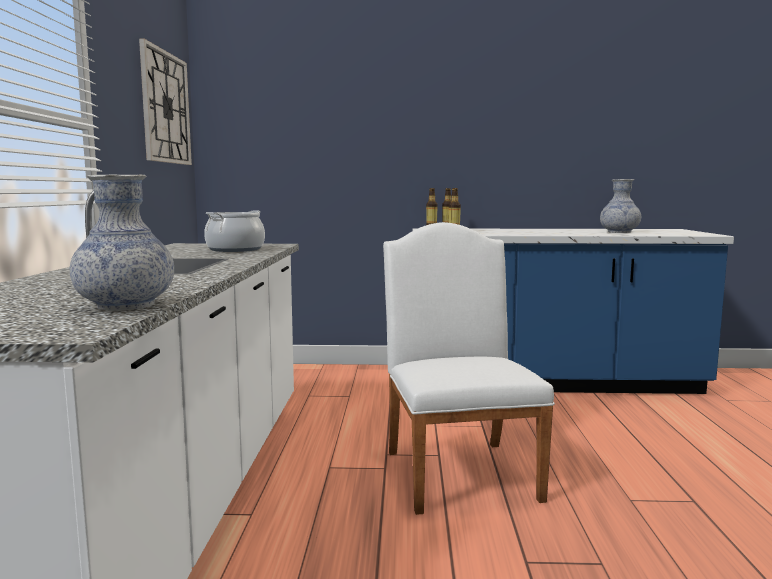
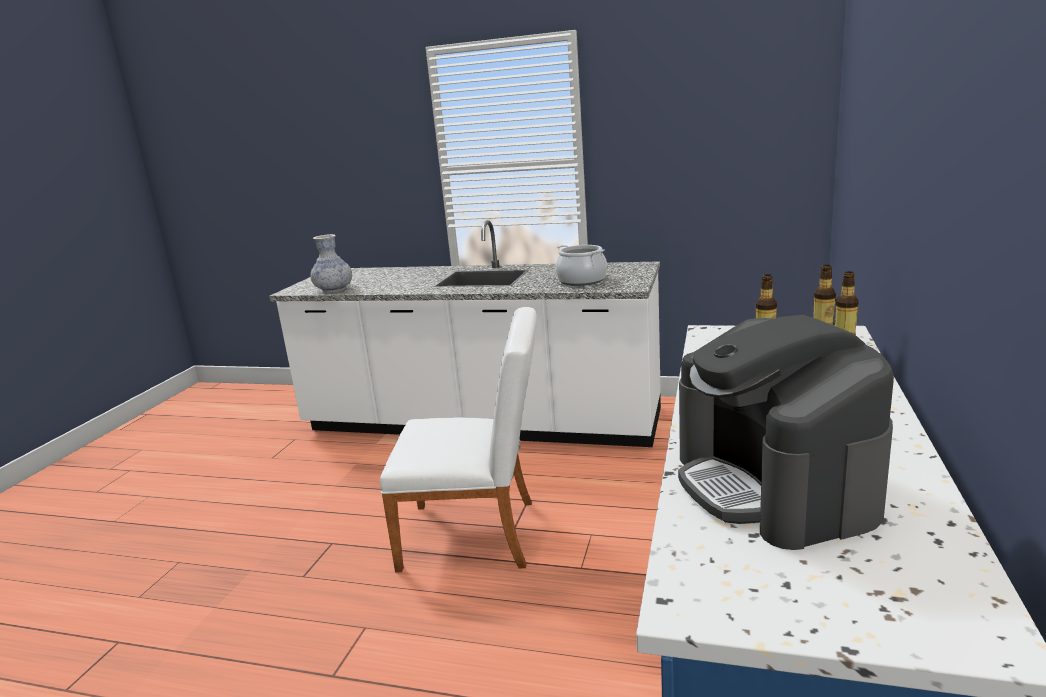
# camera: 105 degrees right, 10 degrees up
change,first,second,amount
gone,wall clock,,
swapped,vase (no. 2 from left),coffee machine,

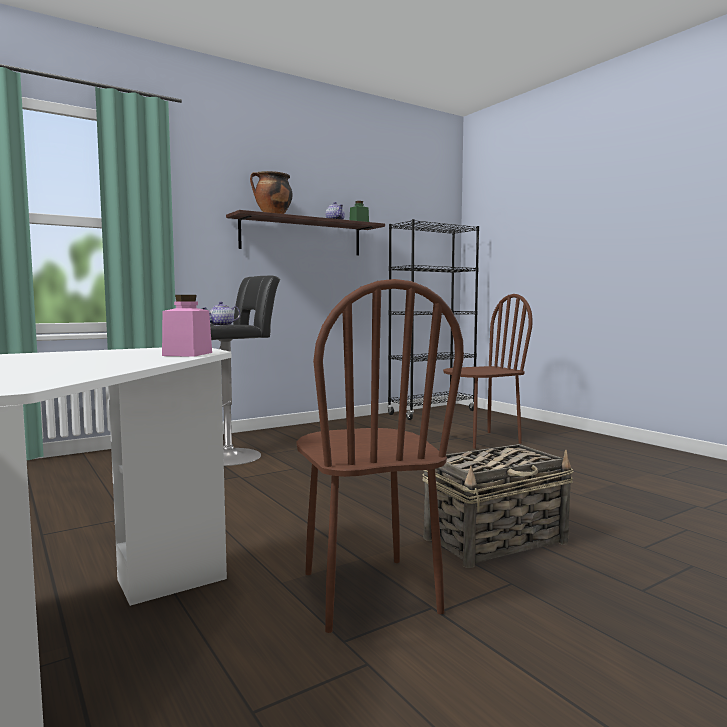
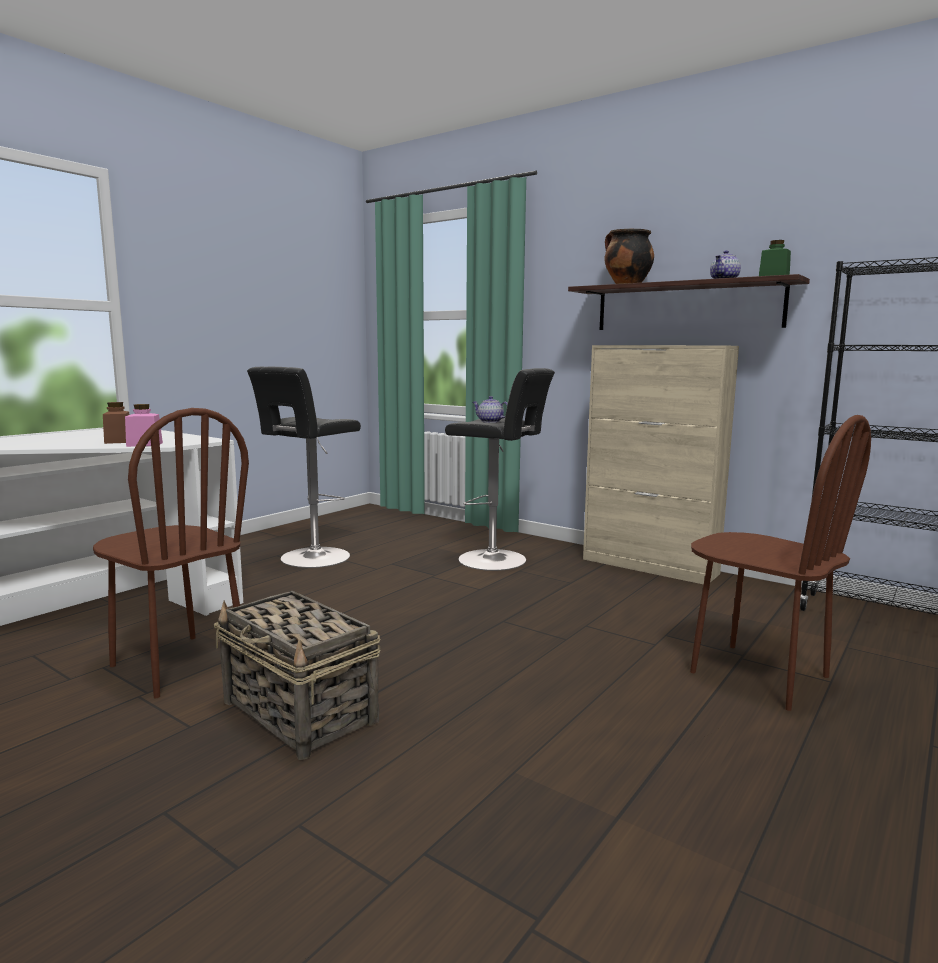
# camera: 70 degrees right, 5 degrees up
change,first,second,amount
rotated,chair in brown (no. 1 from left),,105 degrees counterclockwise
new,,cabinet in beige,
new,,stool in black (no. 1 from left),
new,,jar in brown,

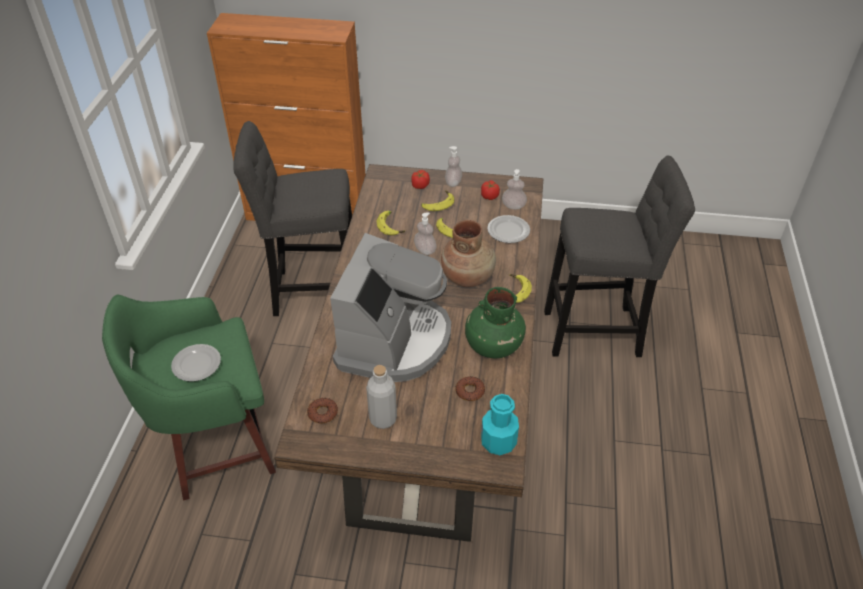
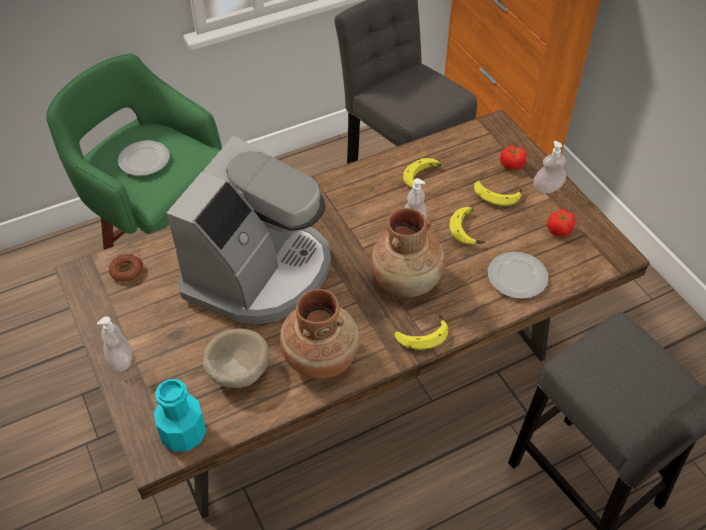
# camera: 55 degrees right, 5 degrees up
change,first,second,amount
shifted,soap dispenser (no. 3 from left in the first image),soap dispenser (no. 1 from left),
rotated,coffee machine,,45 degrees counterclockwise
repainted,vase in green,vase in brown (no. 1 from left),
gone,bottle in grey,,
swapped,donut (no. 2 from left),bowl in beige,

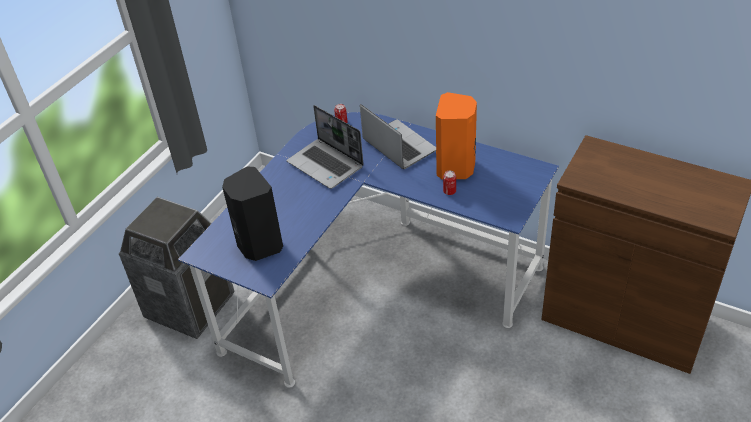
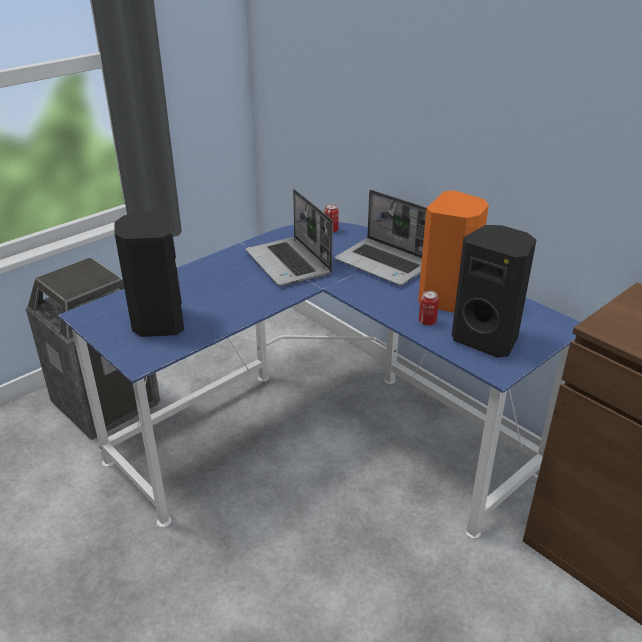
# camera: 15 degrees right, 10 degrees down
change,first,second,amount
rotated,laptop (no. 2 from left),,150 degrees clockwise
new,,speaker in black (no. 2 from left),

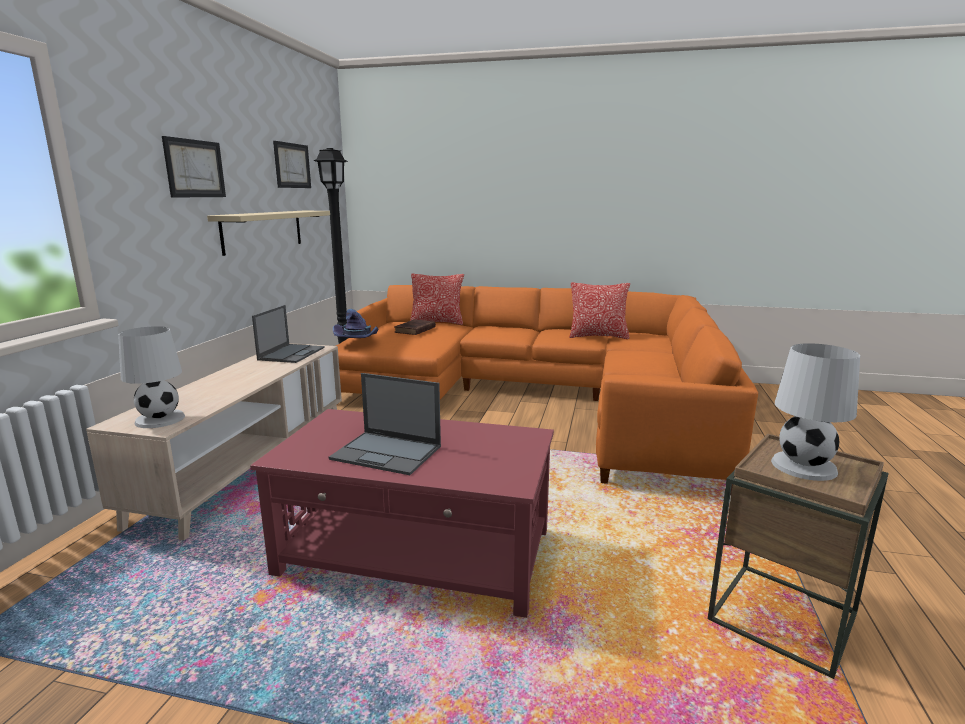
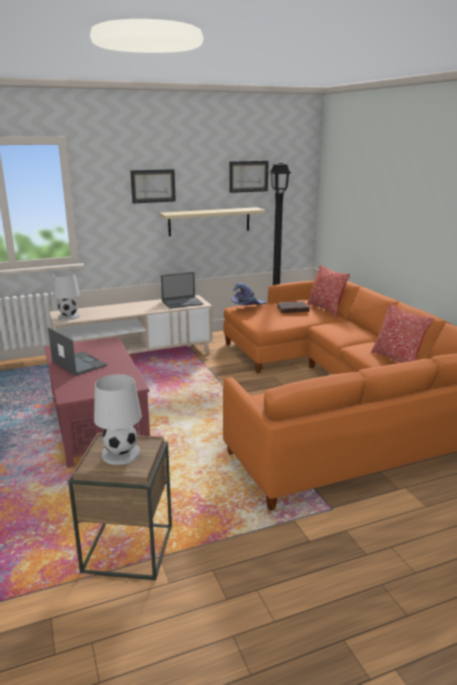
# camera: 55 degrees right, 5 degrees up
change,first,second,amount
rotated,laptop (no. 2 from left in the first image),laptop (no. 1 from left),150 degrees clockwise

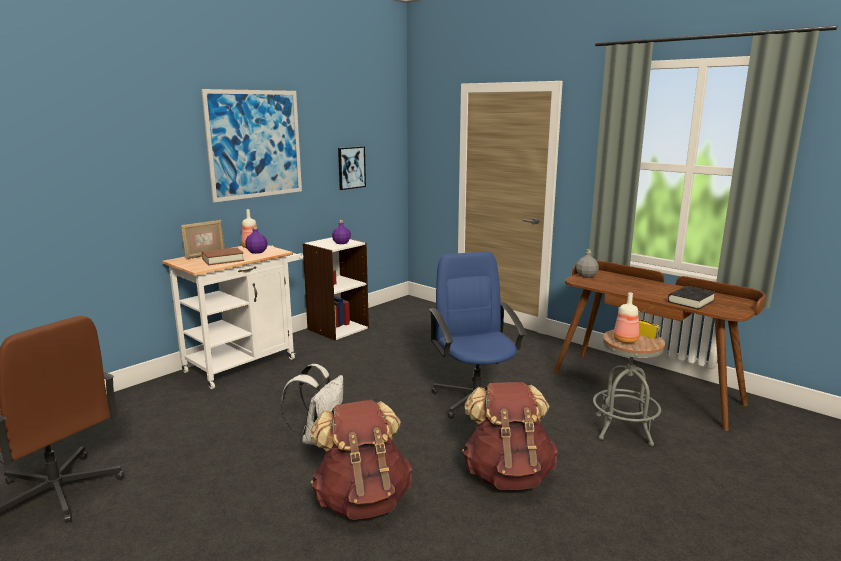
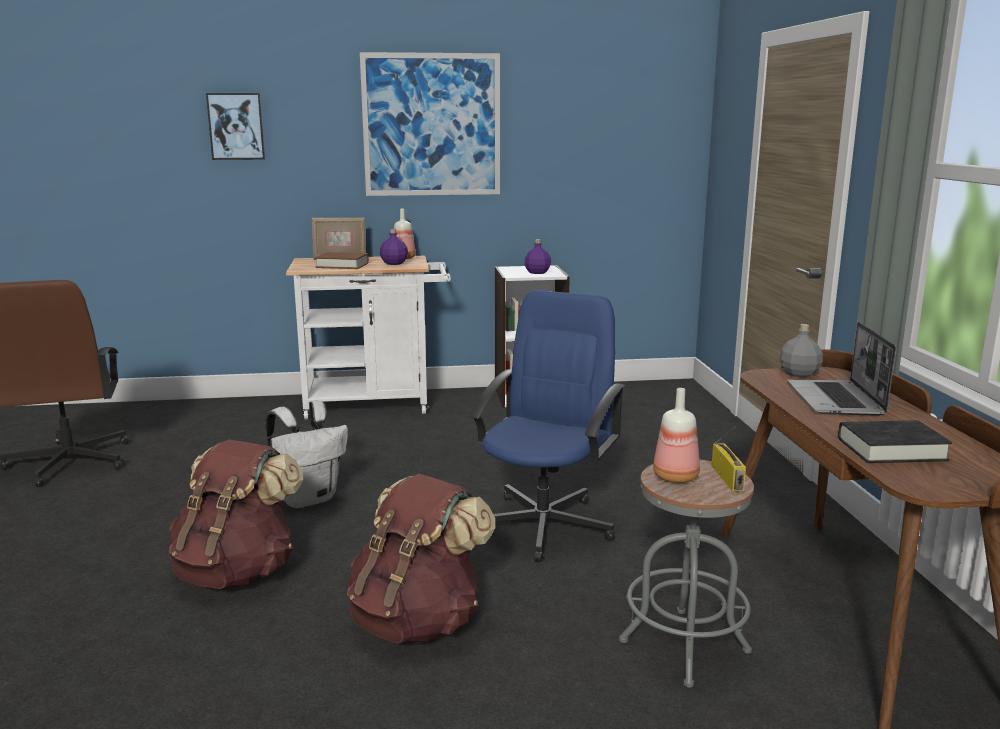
# camera: 40 degrees right, 0 degrees up
change,first,second,amount
shifted,picture (no. 2 from left in the first image),picture (no. 1 from left),
new,,laptop,

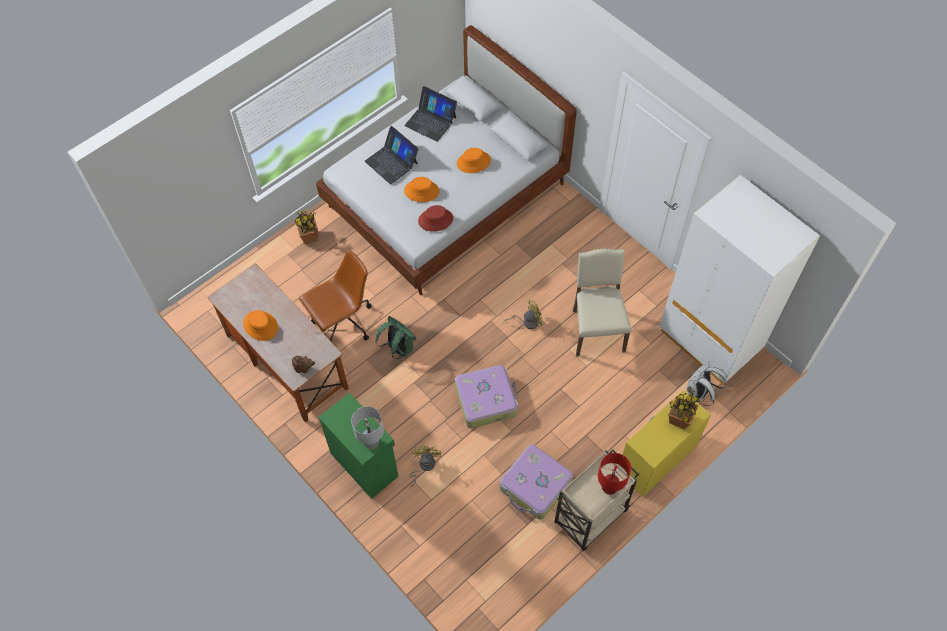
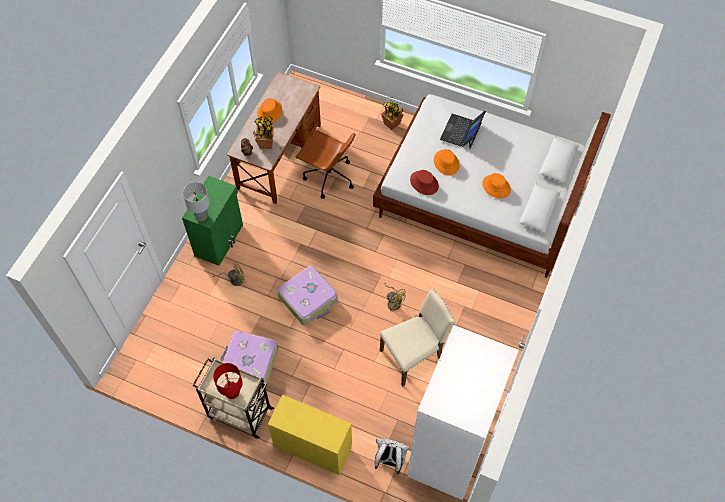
# camera: 65 degrees right, 0 degrees up
change,first,second,amount
gone,laptop (no. 2 from left),,
gone,backpack in green,,
shifted,potted plant (no. 2 from left in the first image),potted plant (no. 1 from left),

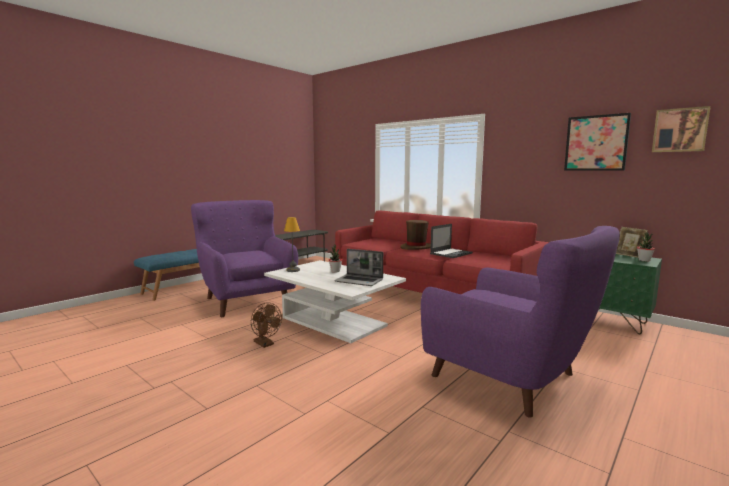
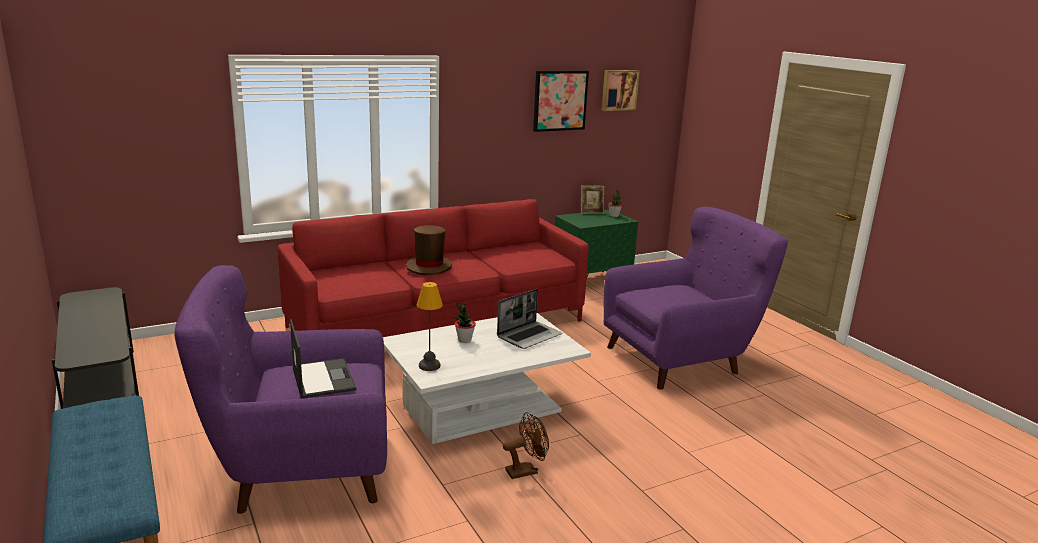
# camera: 70 degrees left, 10 degrees up
change,first,second,amount
shifted,laptop (no. 2 from left in the first image),laptop (no. 1 from left),

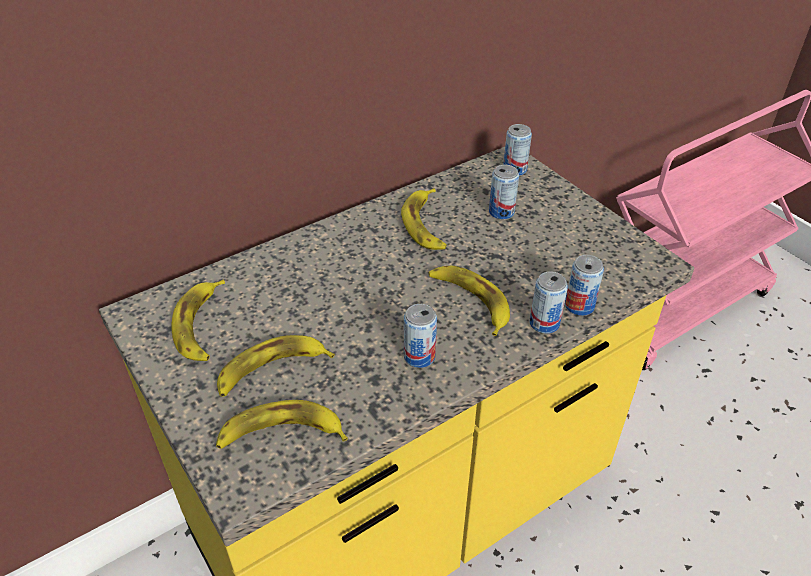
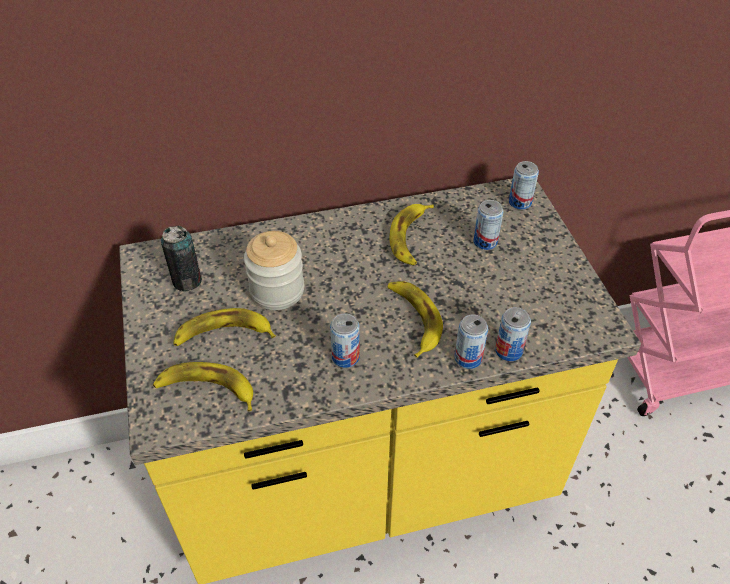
# camera: 20 degrees right, 5 degrees up
change,first,second,amount
swapped,banana (no. 1 from left),can (no. 1 from left),
new,,jar,

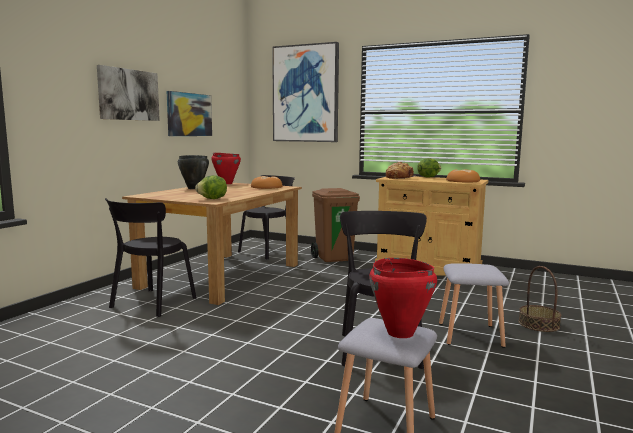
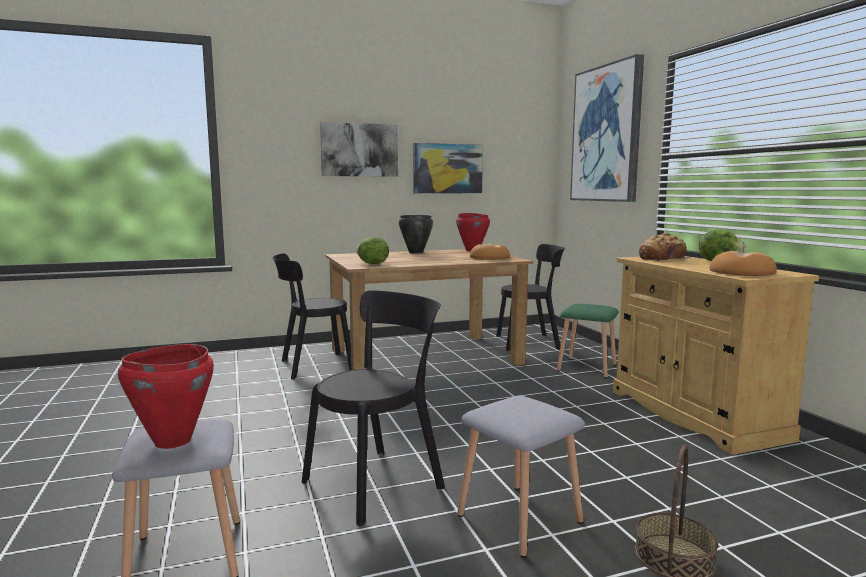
# camera: 45 degrees right, 0 degrees up
change,first,second,amount
swapped,trash can in brown,stool in green,

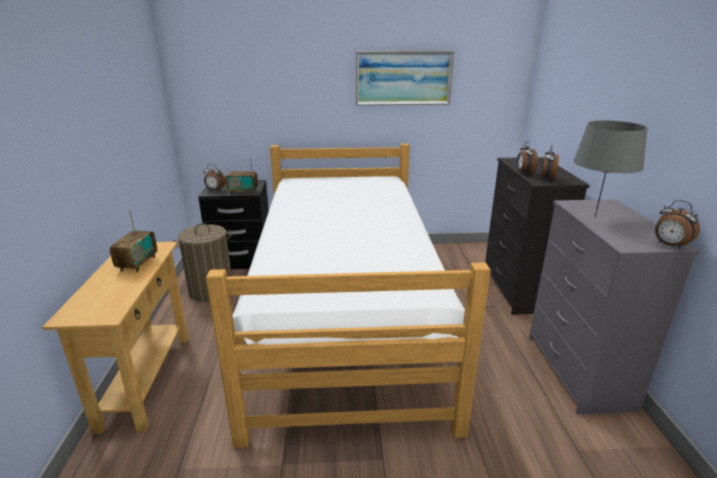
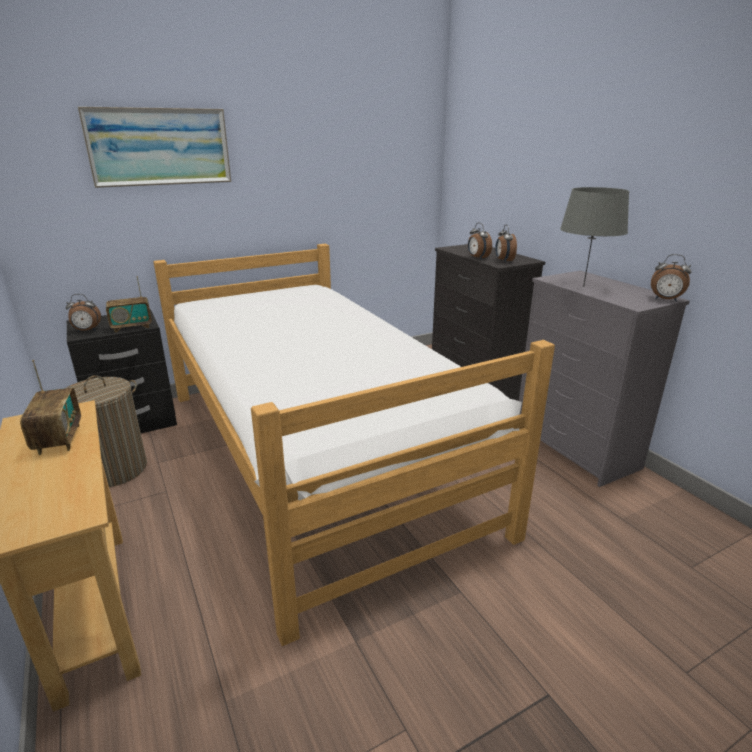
# camera: 25 degrees left, 0 degrees up
change,first,second,amount
shifted,picture,,

